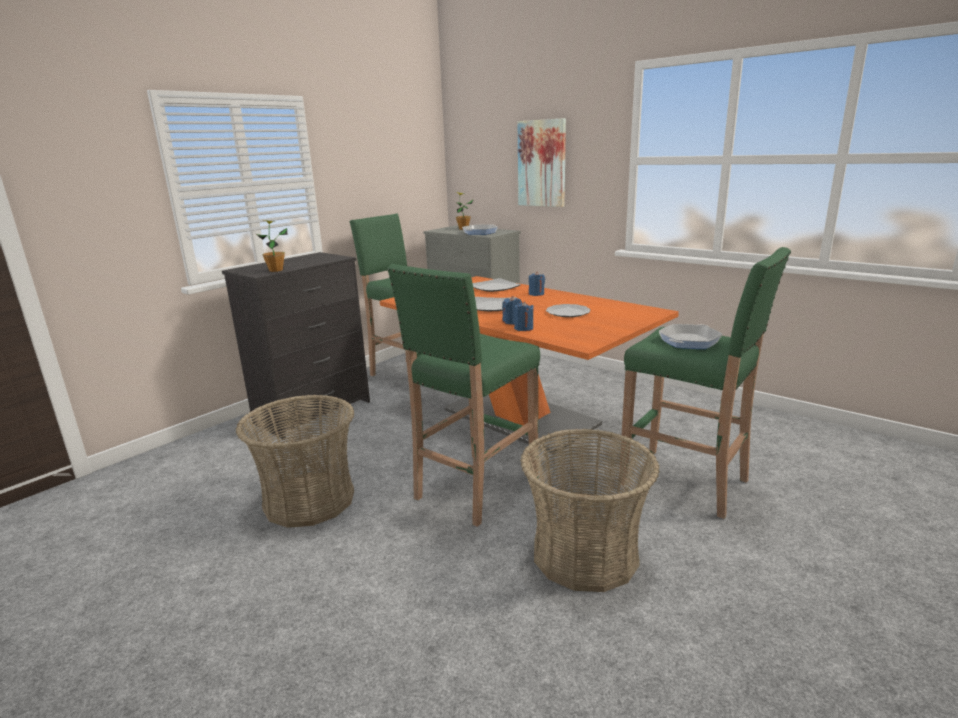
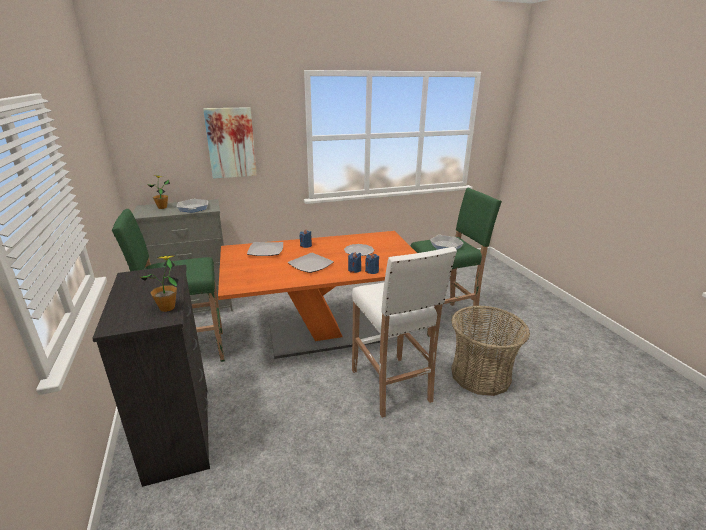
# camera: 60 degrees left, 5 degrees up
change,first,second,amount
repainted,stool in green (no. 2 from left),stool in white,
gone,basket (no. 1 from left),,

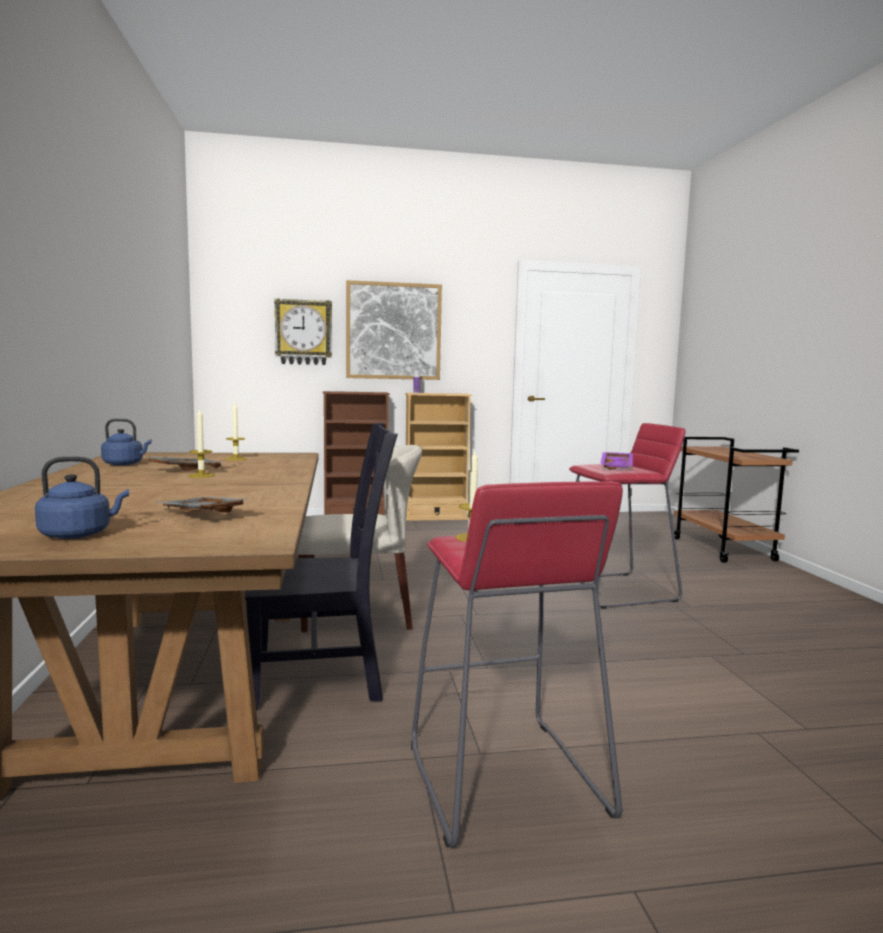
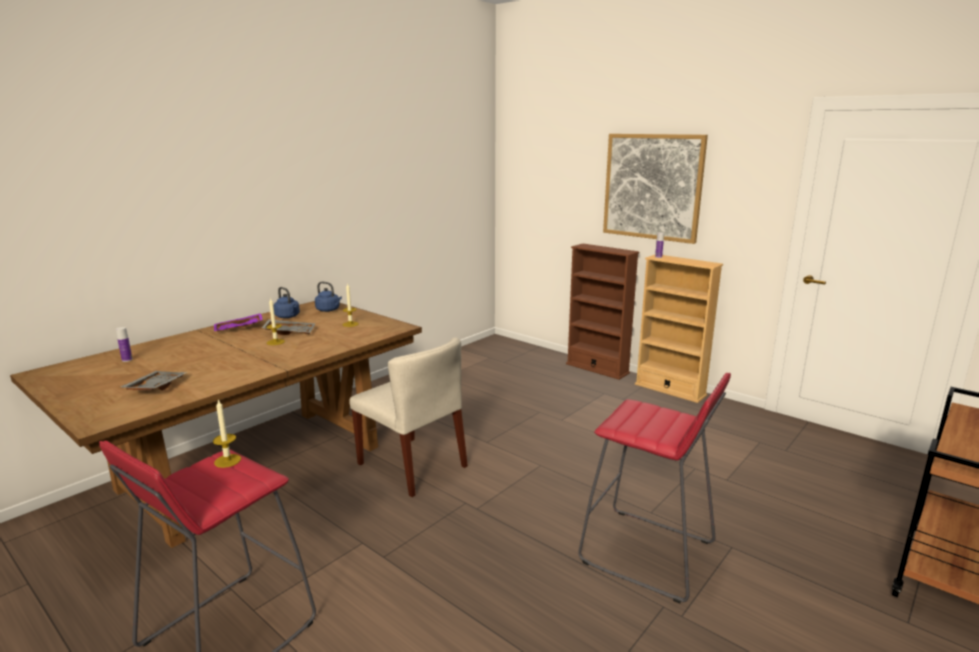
# camera: 50 degrees right, 10 degrees up
change,first,second,amount
gone,wall clock,,
gone,chair in black,,
shifted,tray in purple,,
shifted,kettle in blue (no. 1 from left in the first image),kettle in blue (no. 2 from left),
new,,bottle (no. 1 from left),

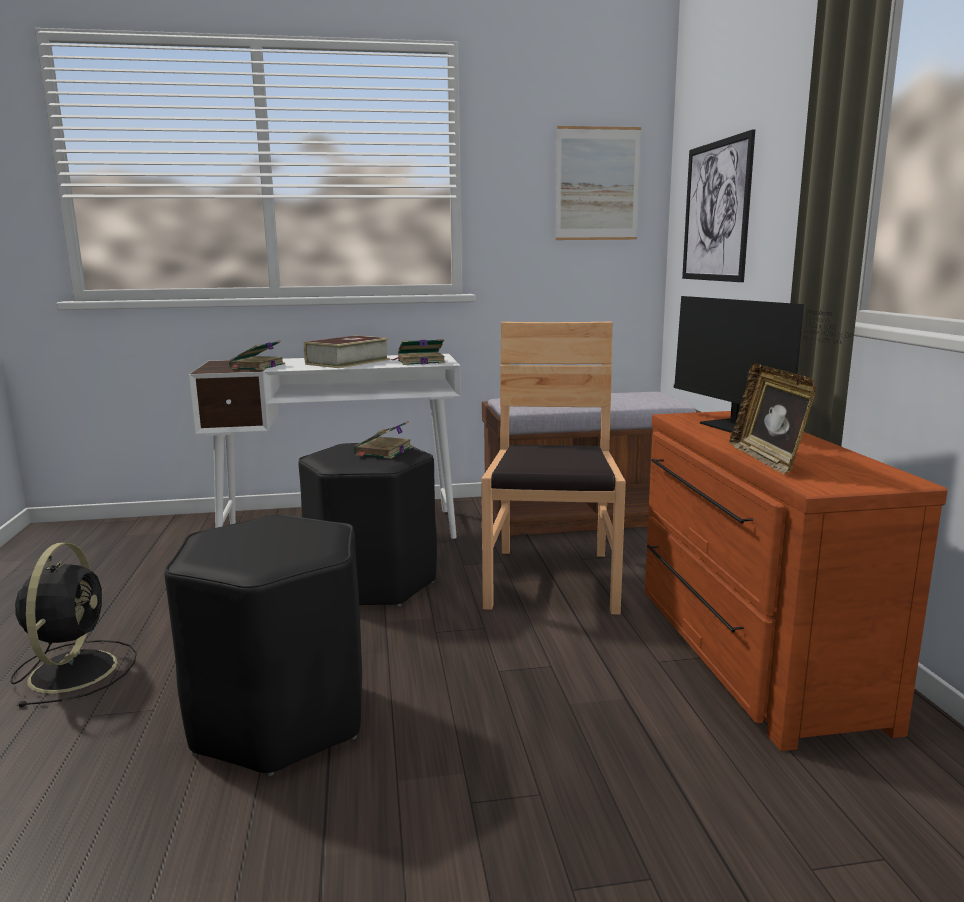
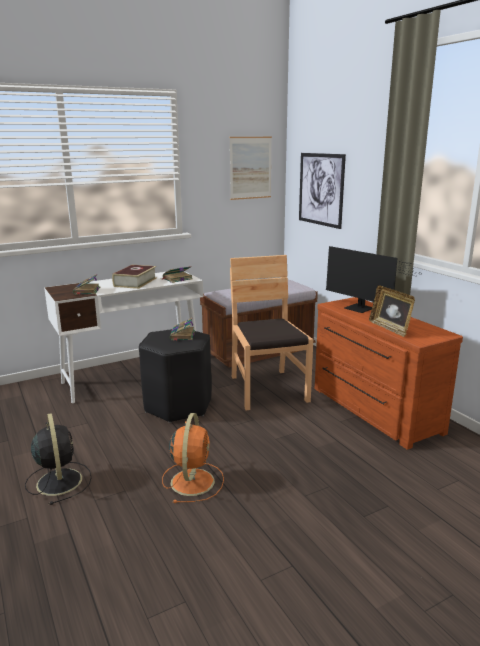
# camera: 20 degrees left, 5 degrees up
change,first,second,amount
swapped,stool in black (no. 1 from left),fan in orange,

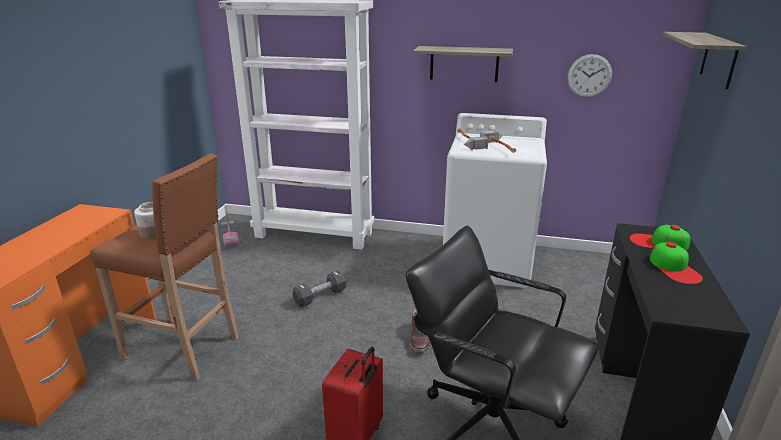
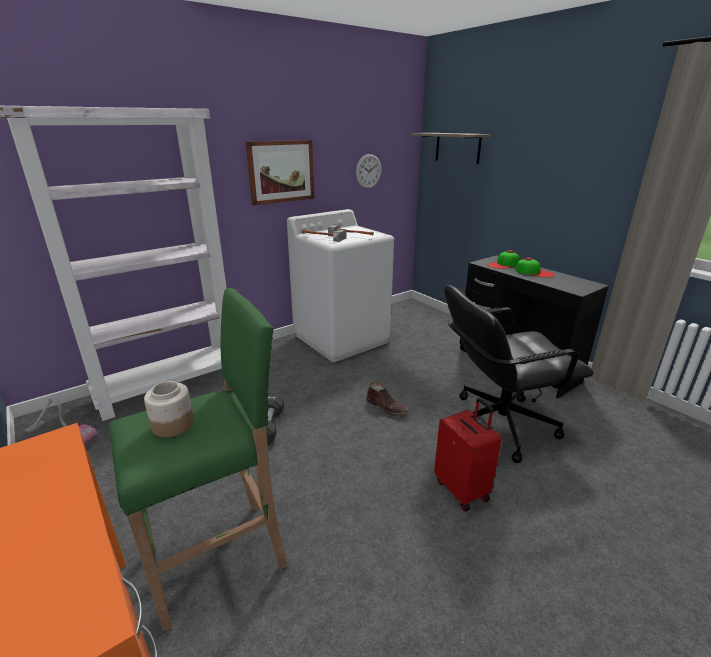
# camera: 50 degrees left, 0 degrees up
change,first,second,amount
swapped,shelf (no. 1 from left),picture,
repainted,stool in brown,stool in green,

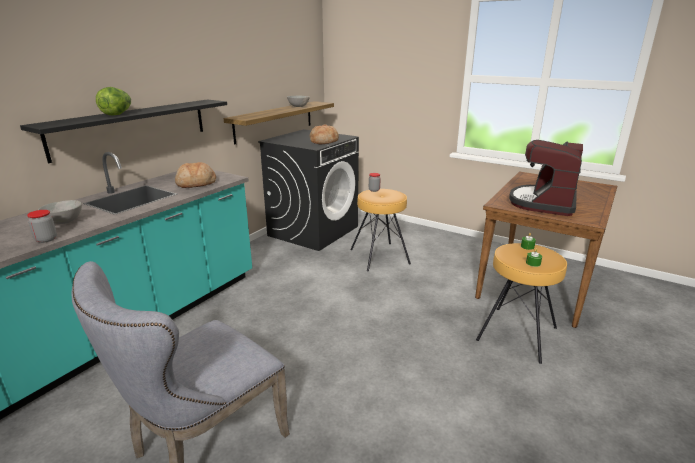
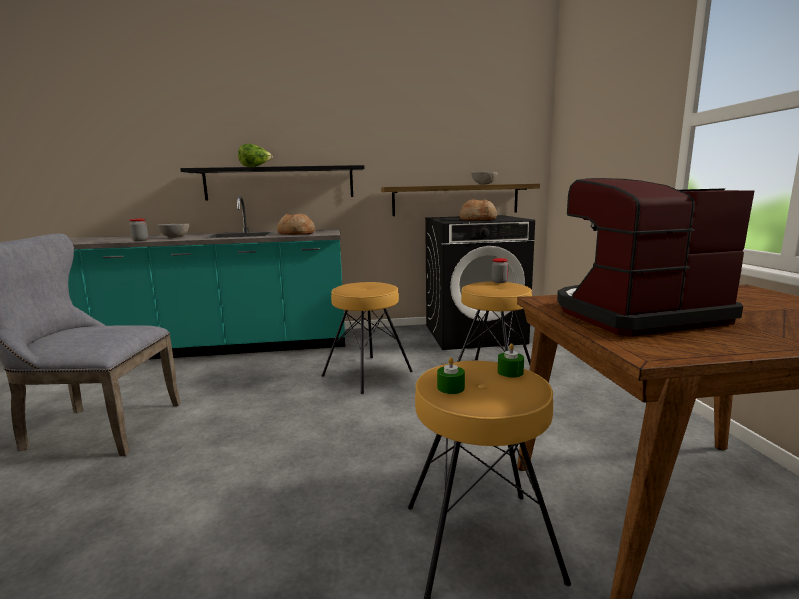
# camera: 50 degrees right, 10 degrees down
change,first,second,amount
new,,stool in brown (no. 1 from left),

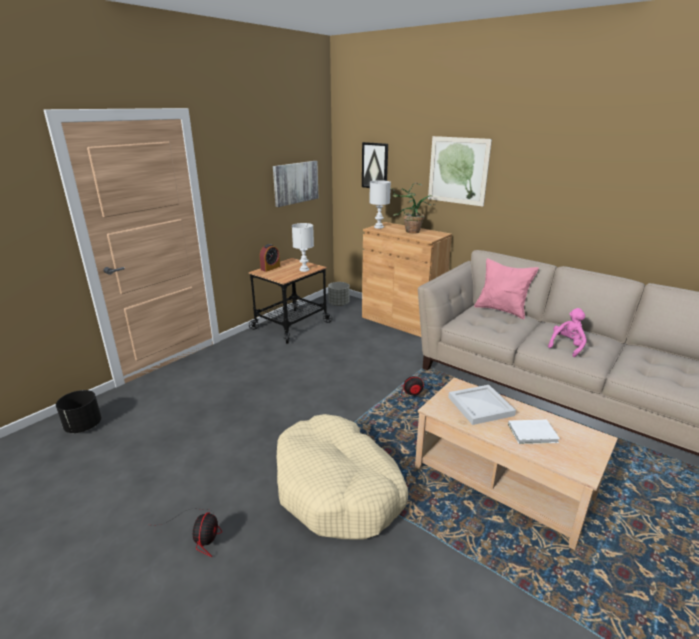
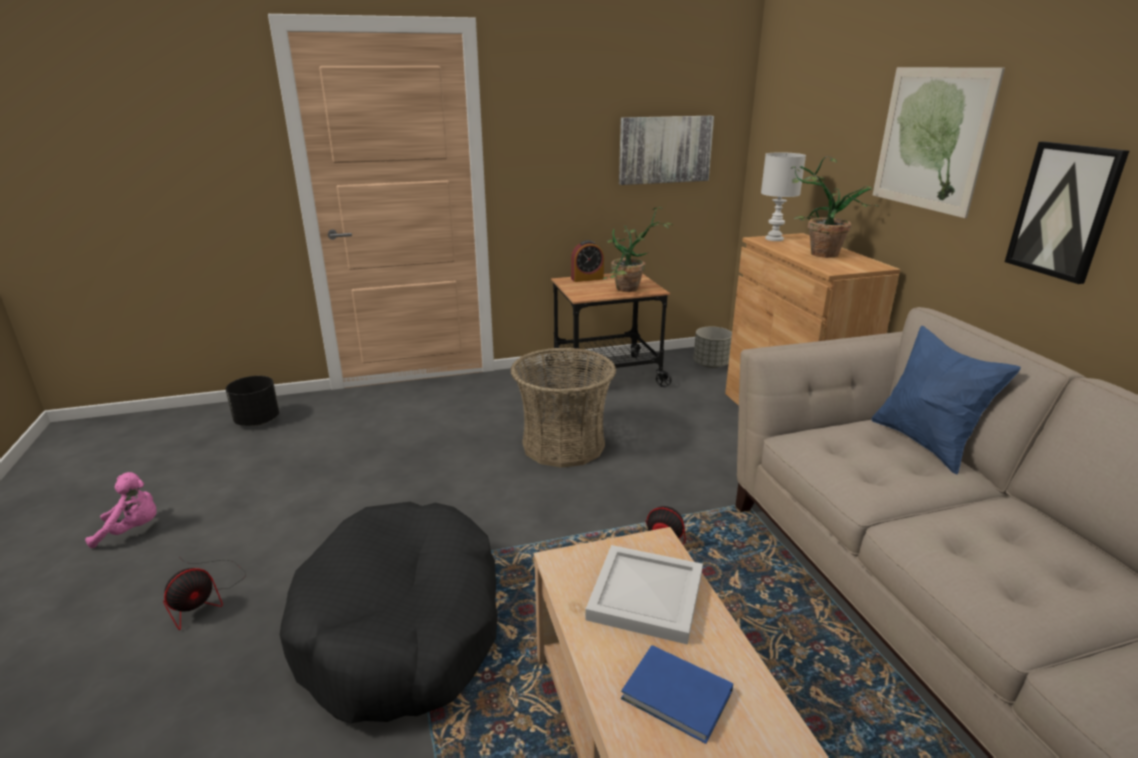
# camera: 35 degrees right, 0 degrees up
change,first,second,amount
shifted,picture (no. 2 from left in the first image),picture (no. 3 from left),
swapped,table lamp in white (no. 1 from left),potted plant (no. 1 from left),
repainted,pillow in pink,pillow in blue,
shifted,plush toy in pink,,
repainted,dog bed in beige,dog bed in black,
repainted,book in white,book in blue,
new,,basket,

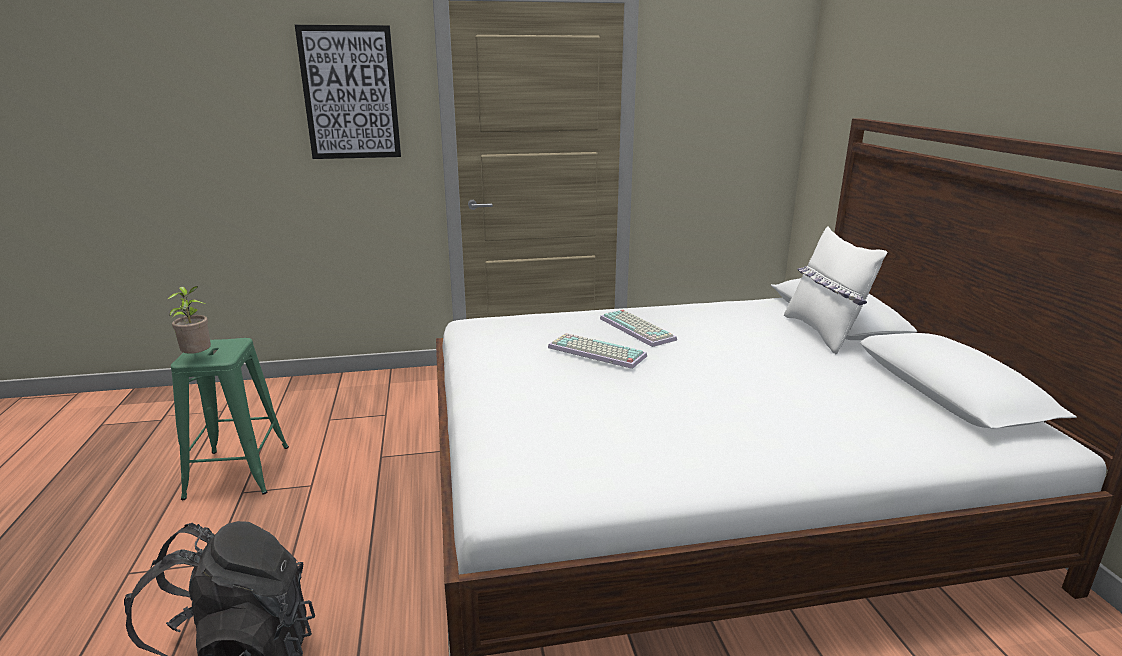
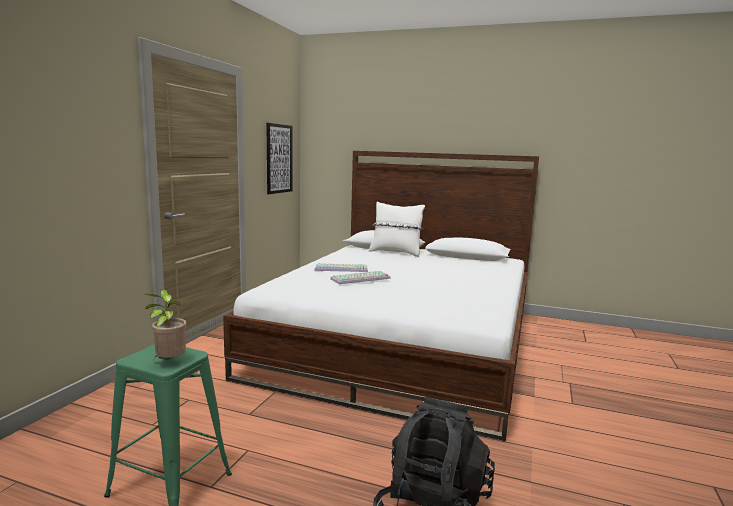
# camera: 60 degrees left, 10 degrees down
change,first,second,amount
shifted,picture,,

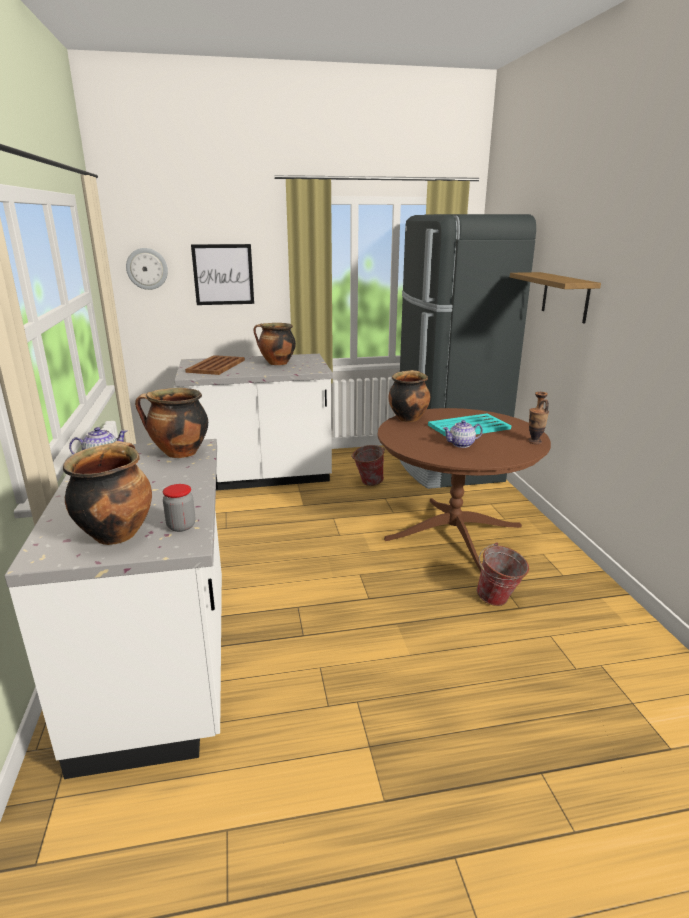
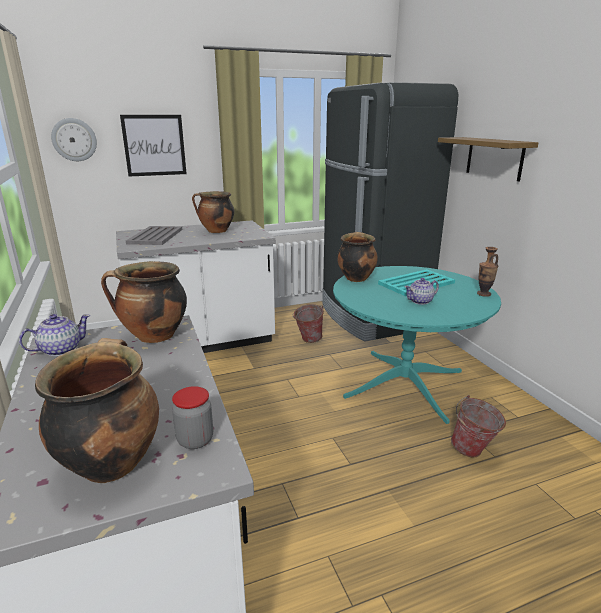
# camera: 10 degrees left, 0 degrees up
change,first,second,amount
repainted,tray in brown,tray in grey,
repainted,dining table in brown,dining table in turquoise,

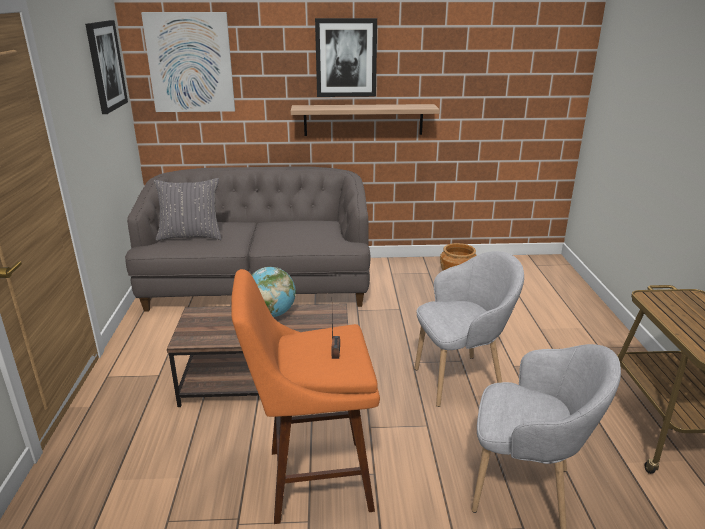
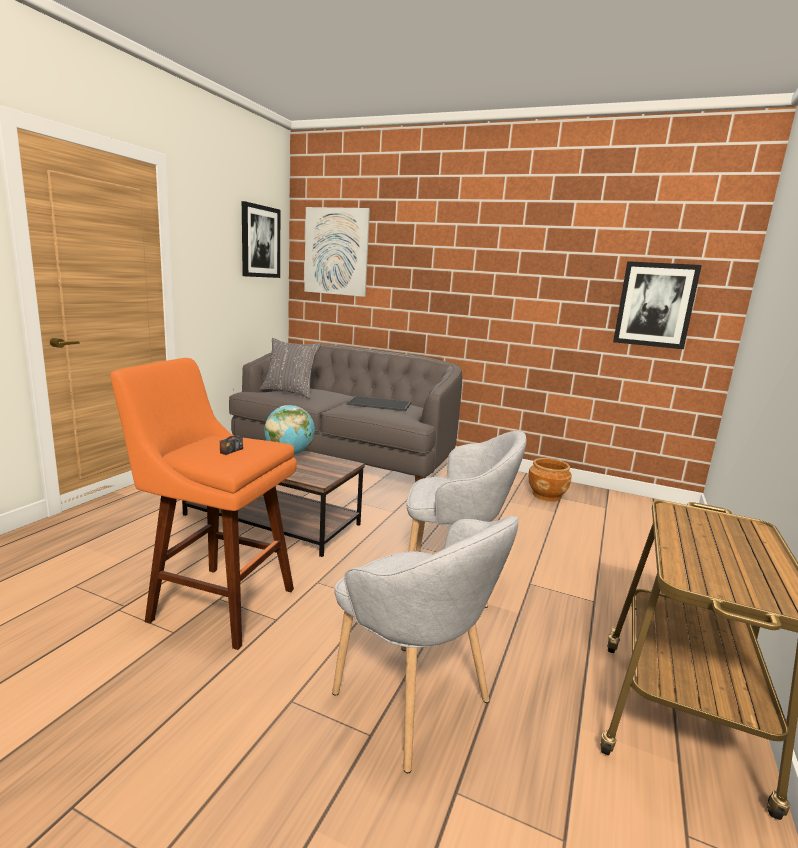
# camera: 25 degrees right, 10 degrees down
change,first,second,amount
shifted,picture (no. 3 from left),,
gone,shelf,,
new,,tray,

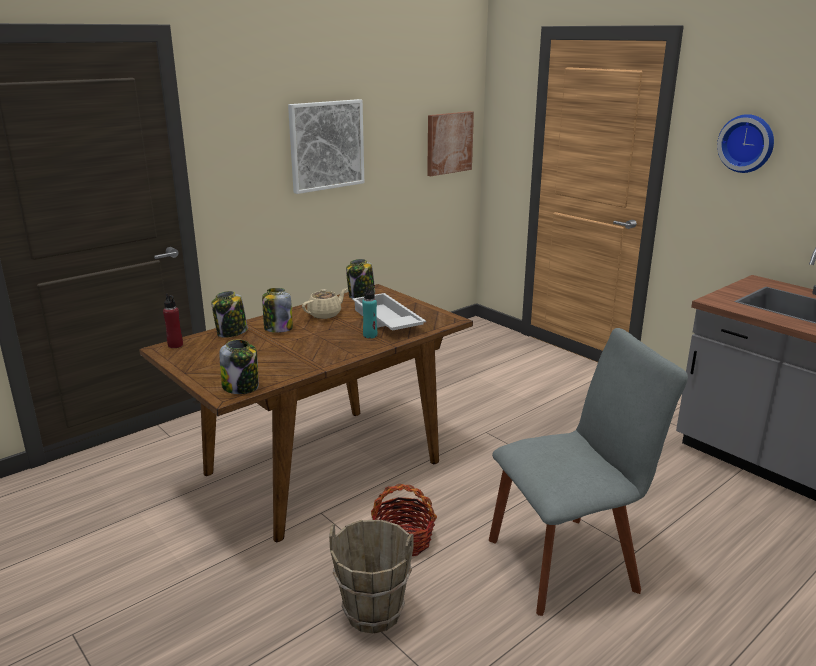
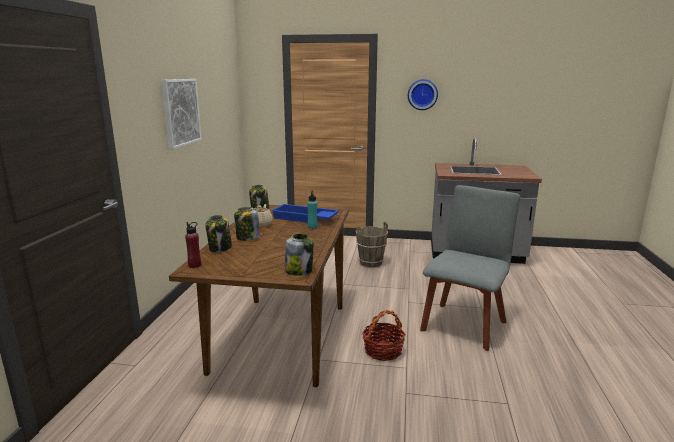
# camera: 40 degrees left, 5 degrees down
change,first,second,amount
gone,picture (no. 2 from left),,
repainted,tray in white,tray in blue,
shifted,bucket in brown,,

